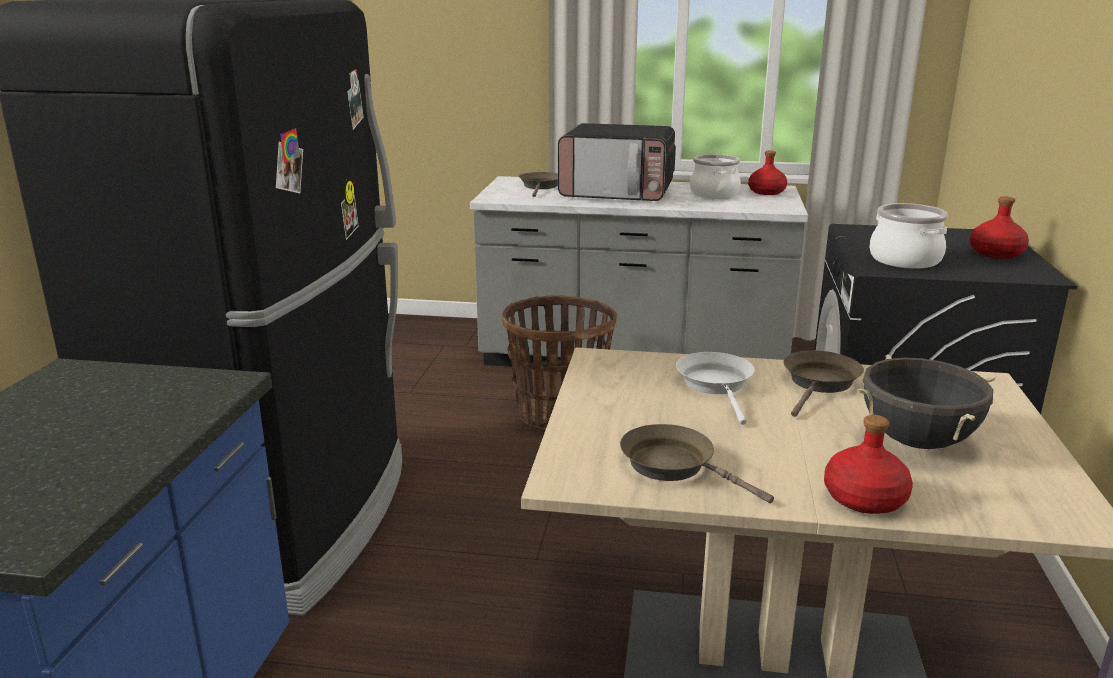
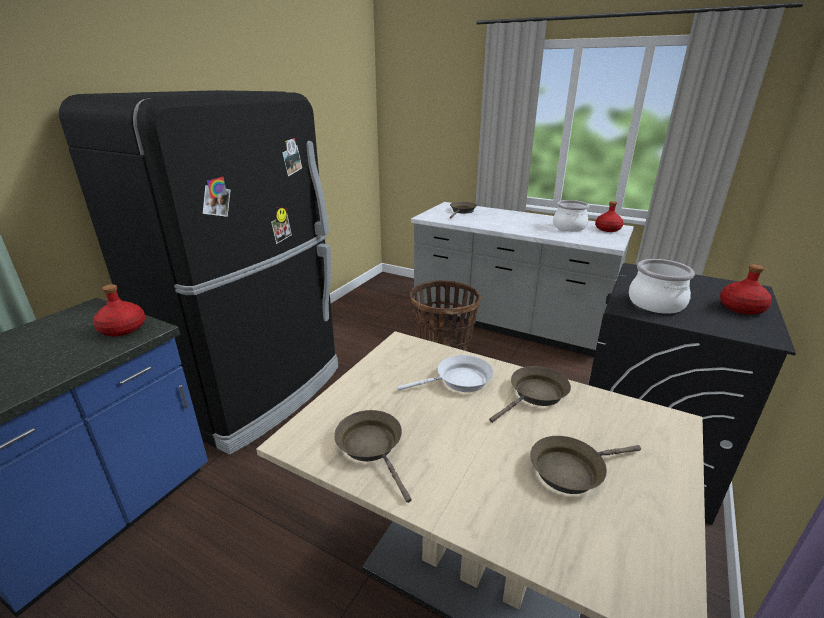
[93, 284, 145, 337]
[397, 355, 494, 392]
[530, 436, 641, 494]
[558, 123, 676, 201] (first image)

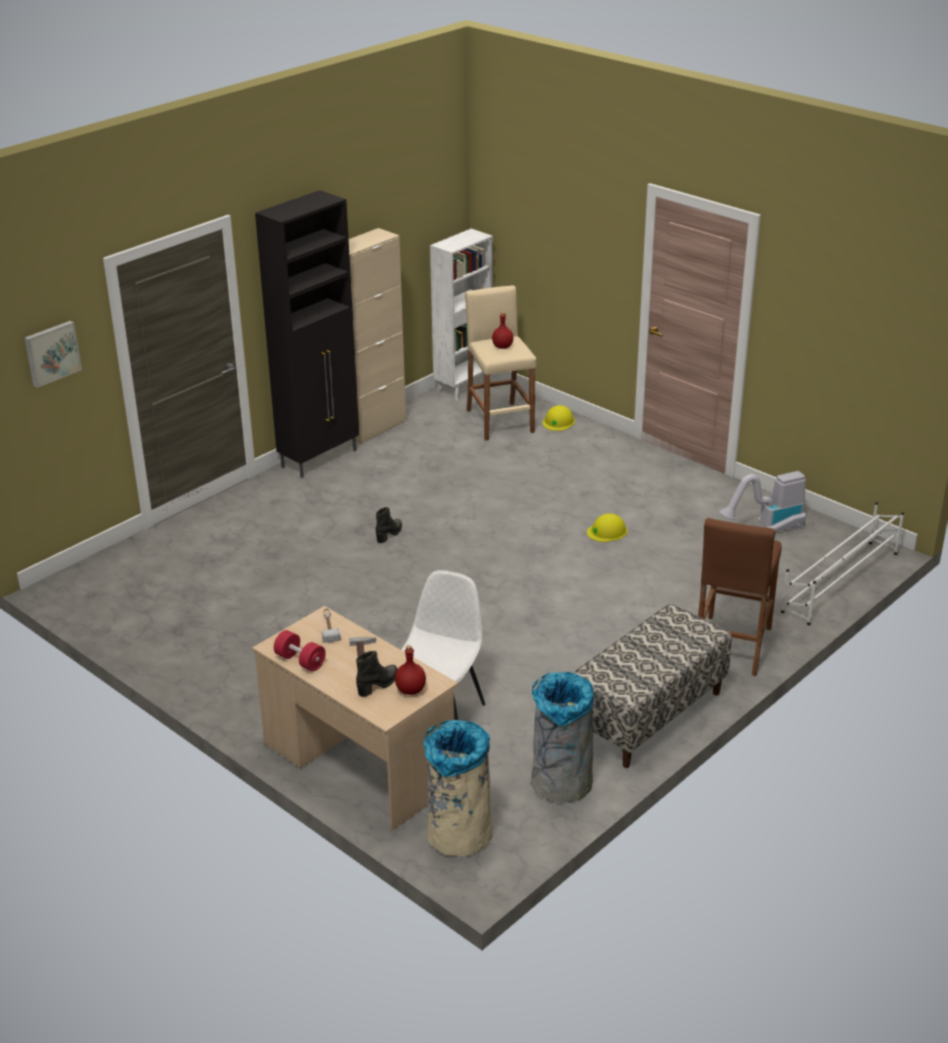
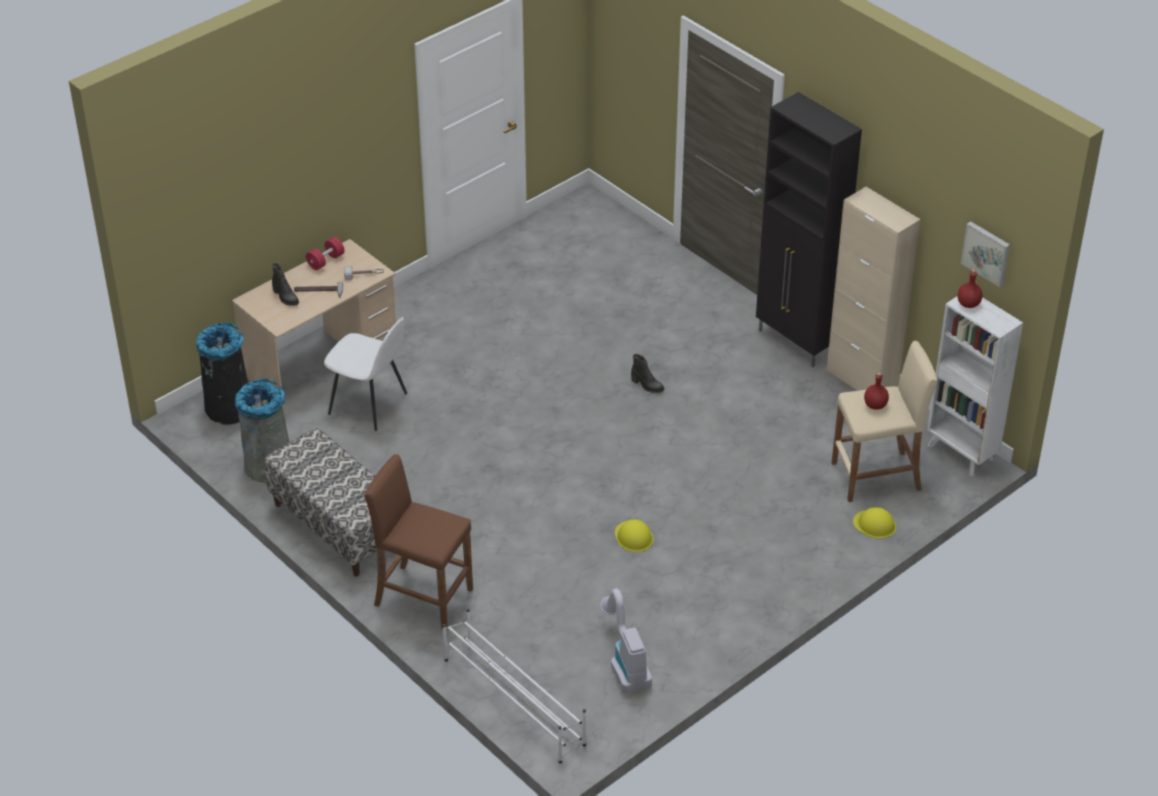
[196, 323, 248, 425]
[958, 269, 983, 308]
[961, 221, 1010, 287]

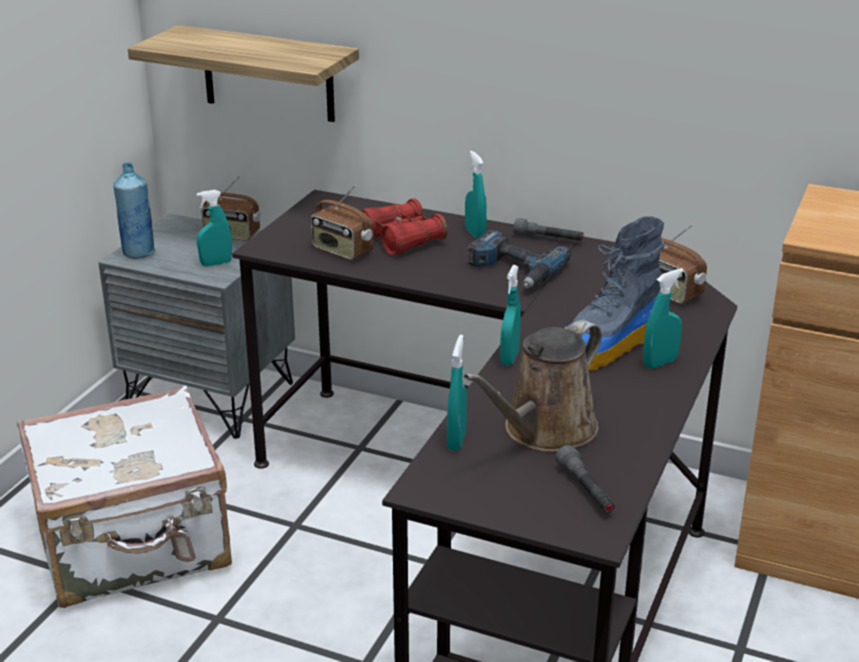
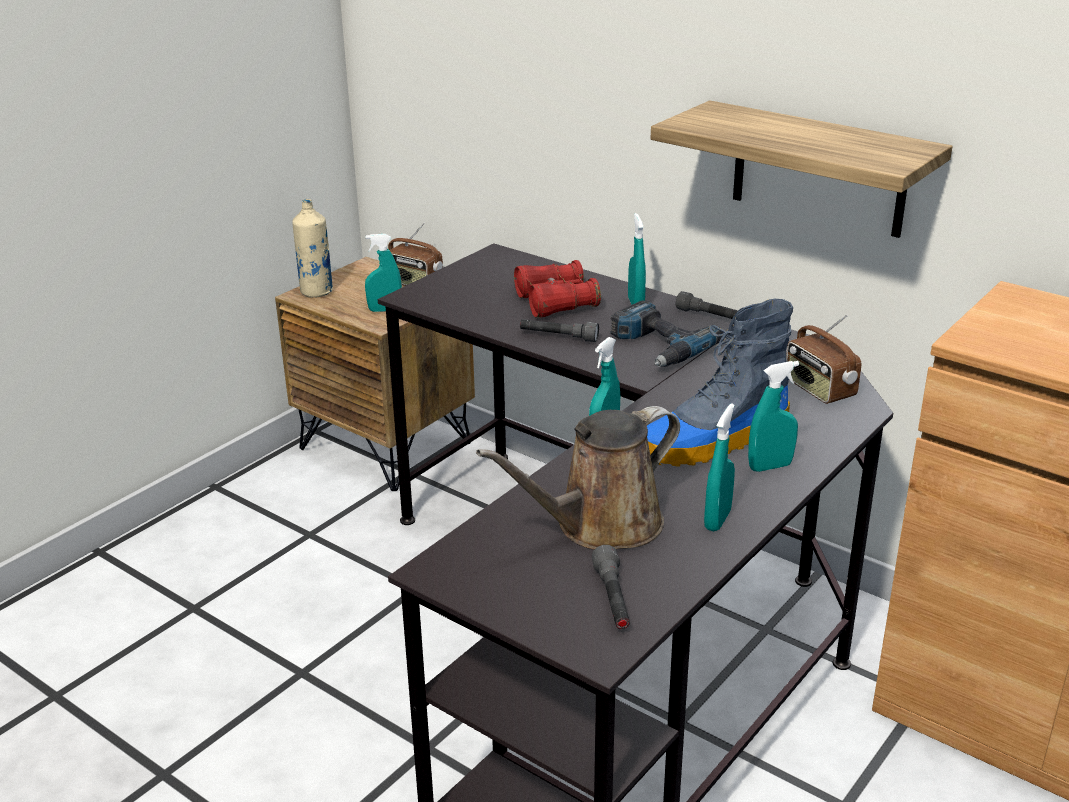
[275, 257, 475, 491]
[292, 199, 333, 298]
[520, 319, 599, 342]
[651, 101, 953, 238]
[704, 403, 735, 531]
[17, 386, 232, 608] (first image)
[311, 185, 374, 260] (first image)

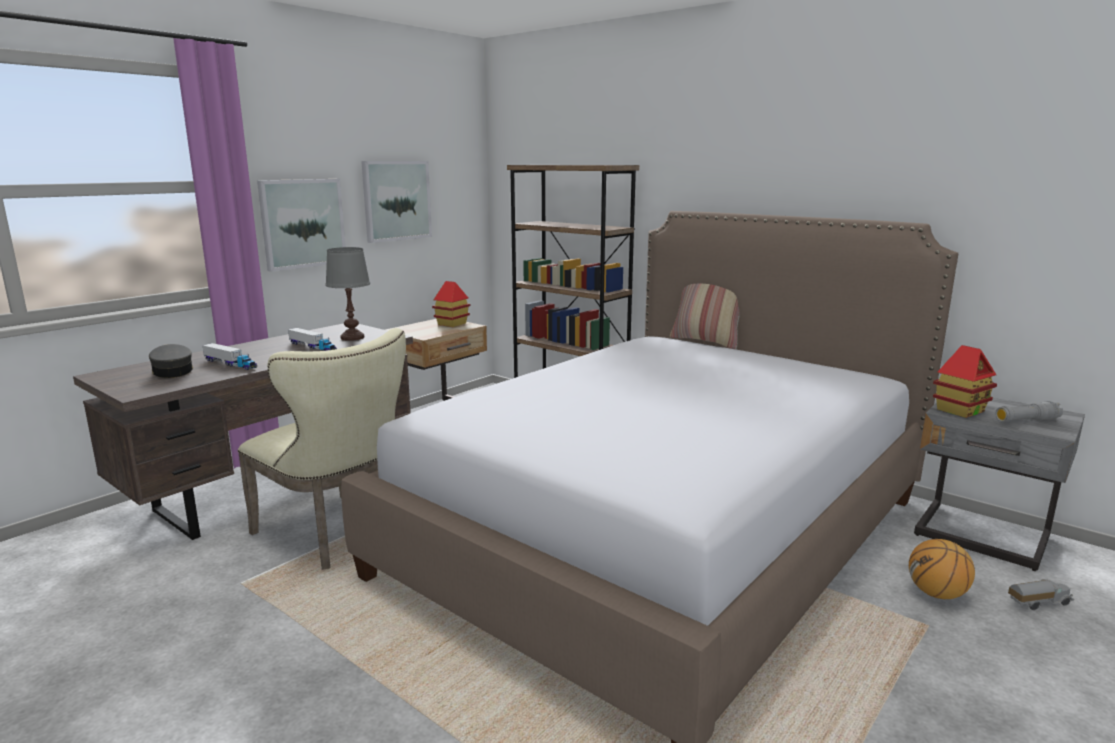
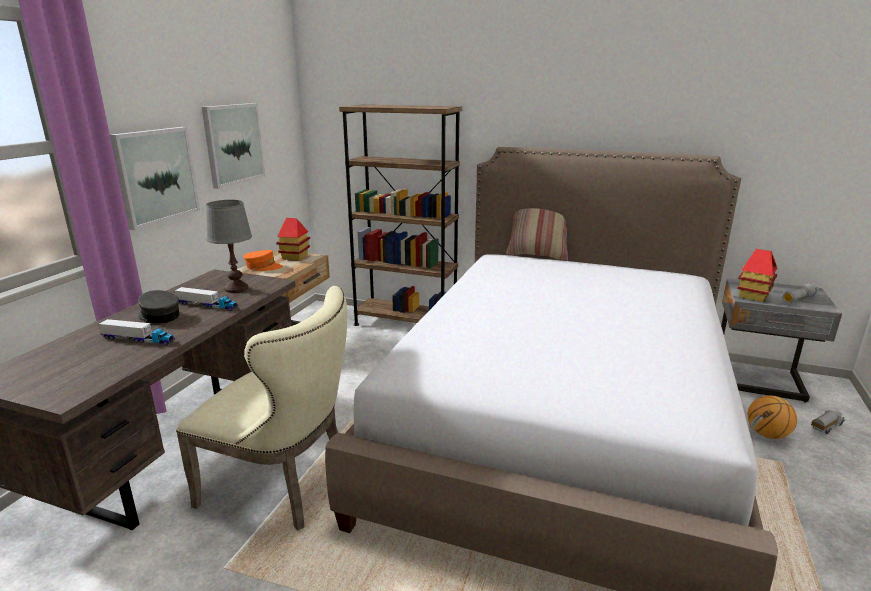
[138, 290, 179, 324]
[243, 250, 283, 271]

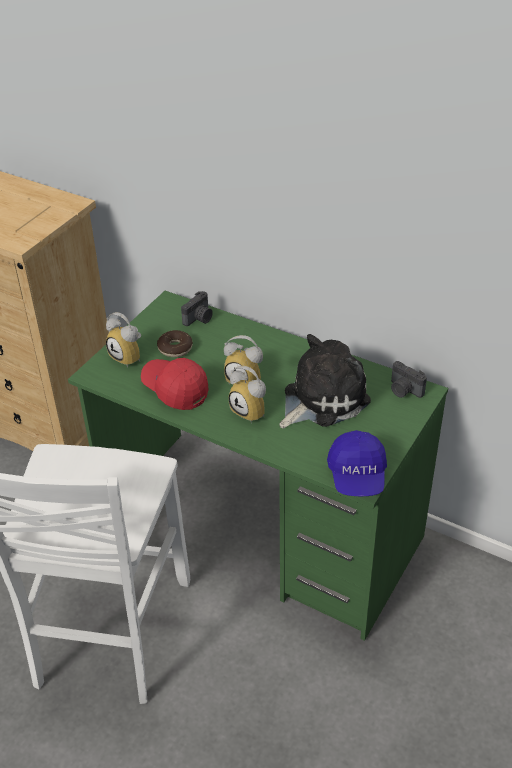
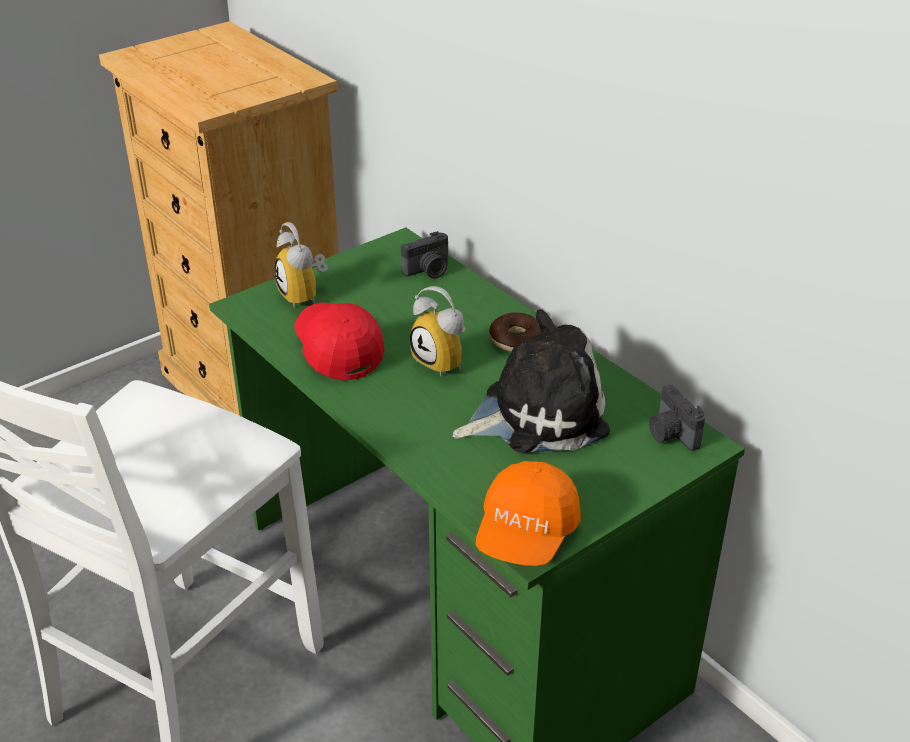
[476, 461, 581, 566]
[489, 312, 542, 352]
[228, 366, 266, 423] (first image)

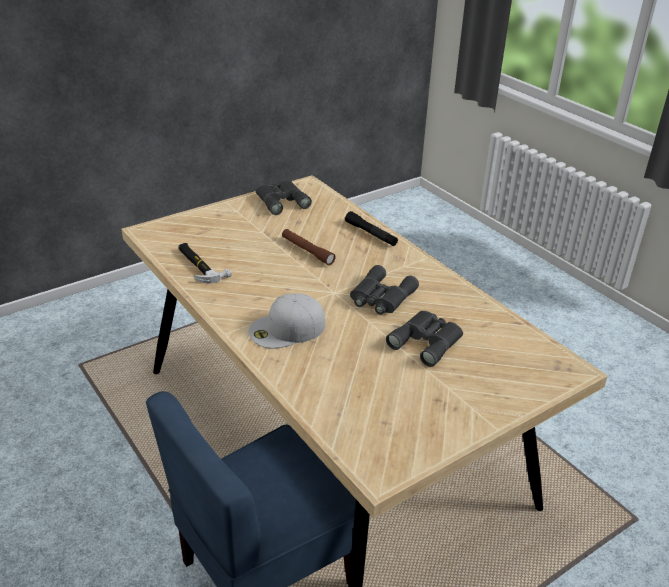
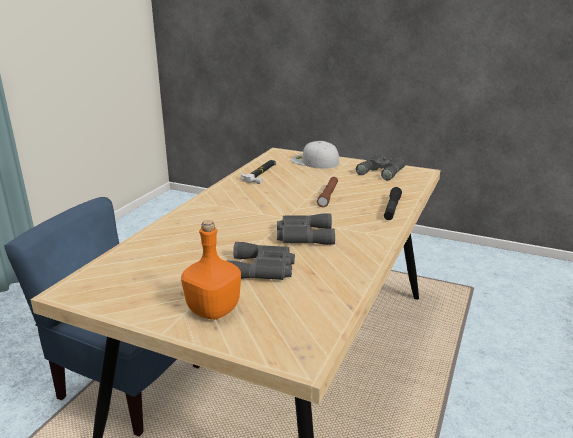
[181, 220, 241, 320]
[291, 141, 339, 169]

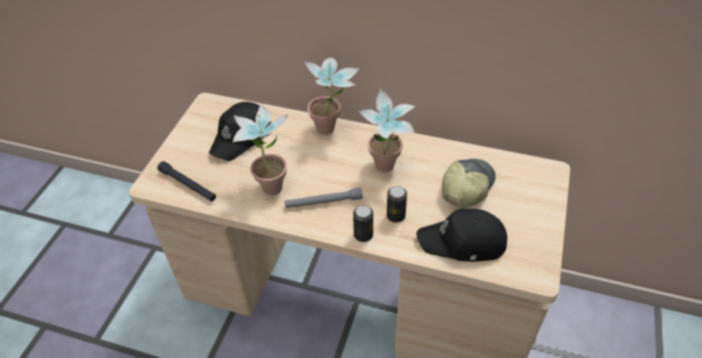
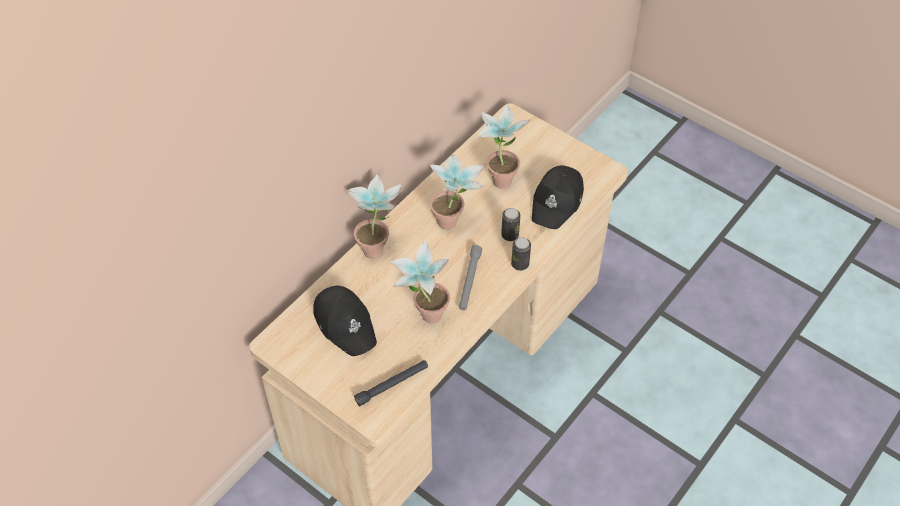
[478, 105, 531, 189]

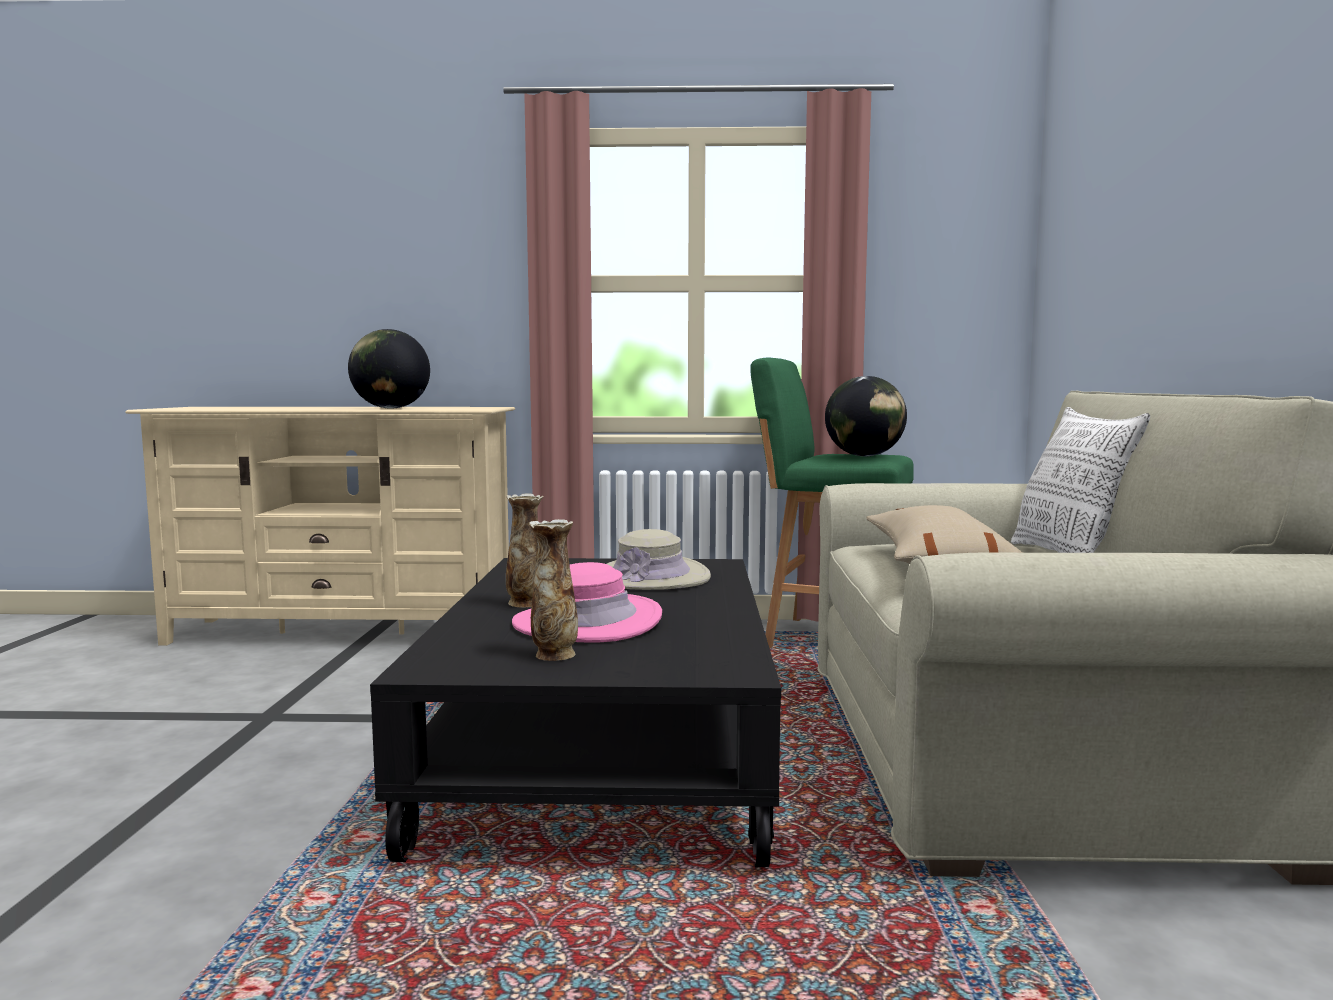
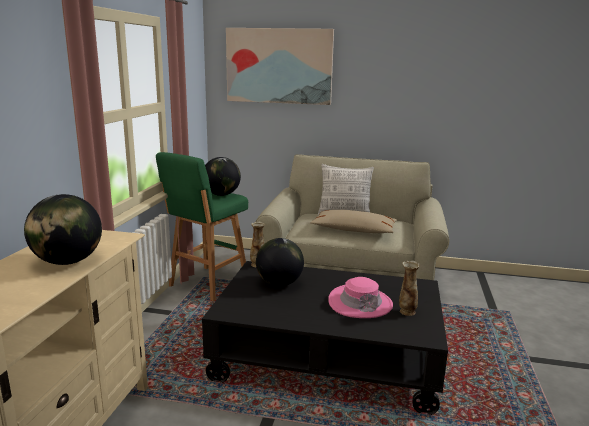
[226, 28, 334, 105]
[250, 222, 265, 267]
[256, 238, 304, 286]

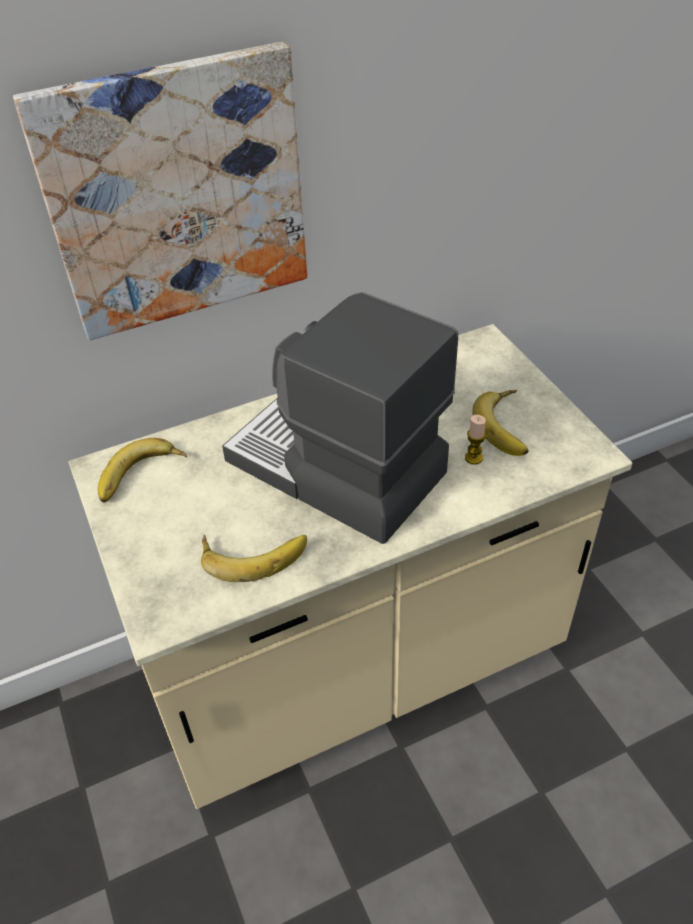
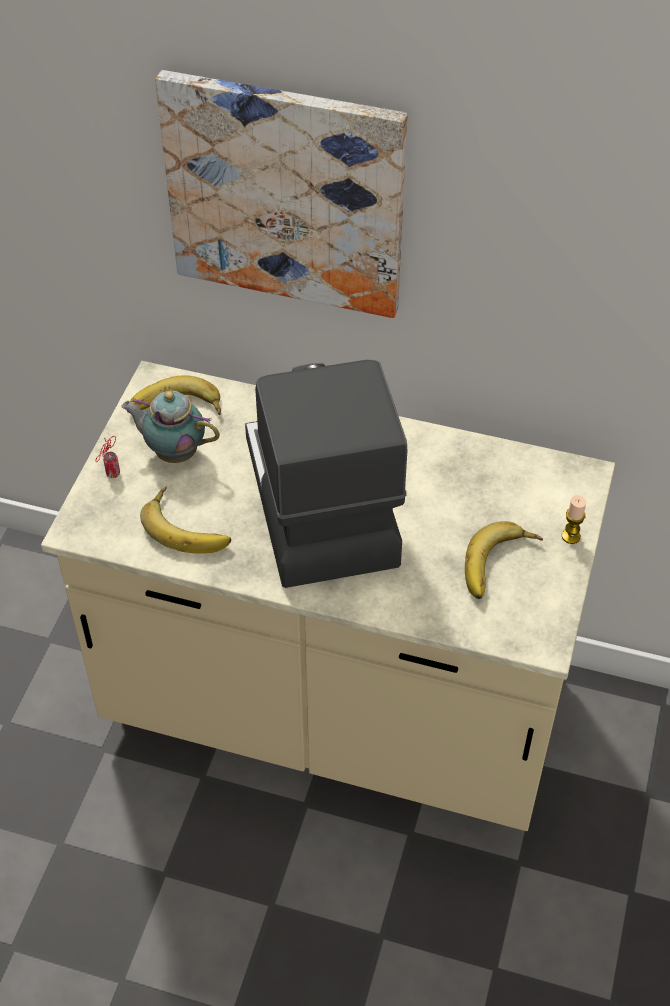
[95, 436, 120, 478]
[121, 391, 220, 463]
[562, 495, 586, 544]

